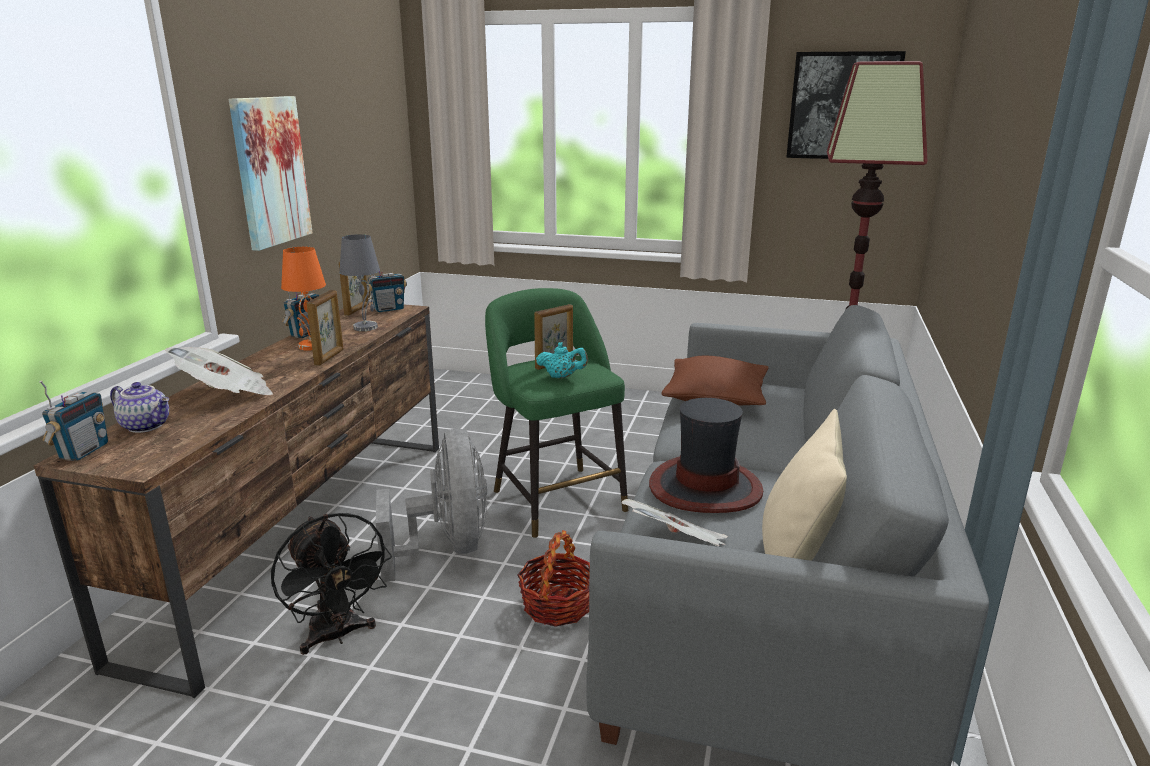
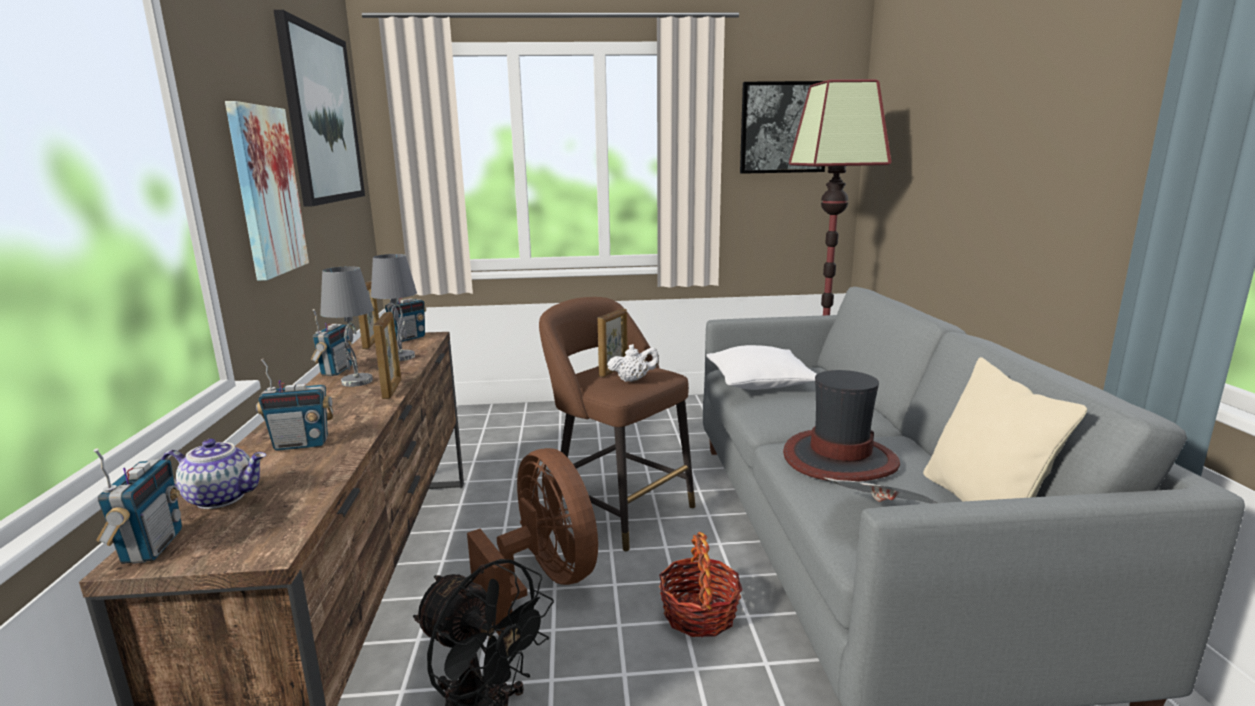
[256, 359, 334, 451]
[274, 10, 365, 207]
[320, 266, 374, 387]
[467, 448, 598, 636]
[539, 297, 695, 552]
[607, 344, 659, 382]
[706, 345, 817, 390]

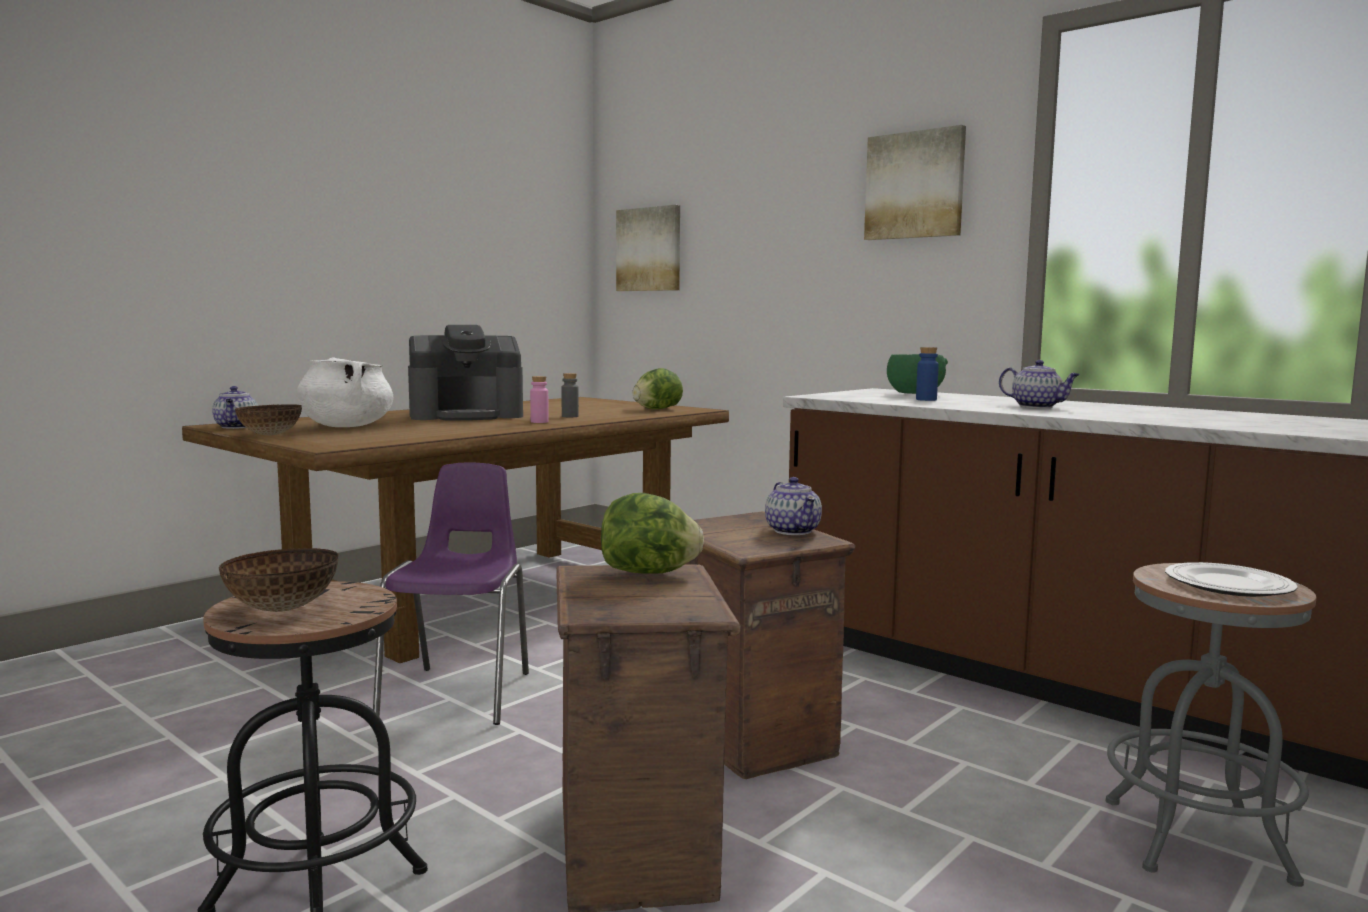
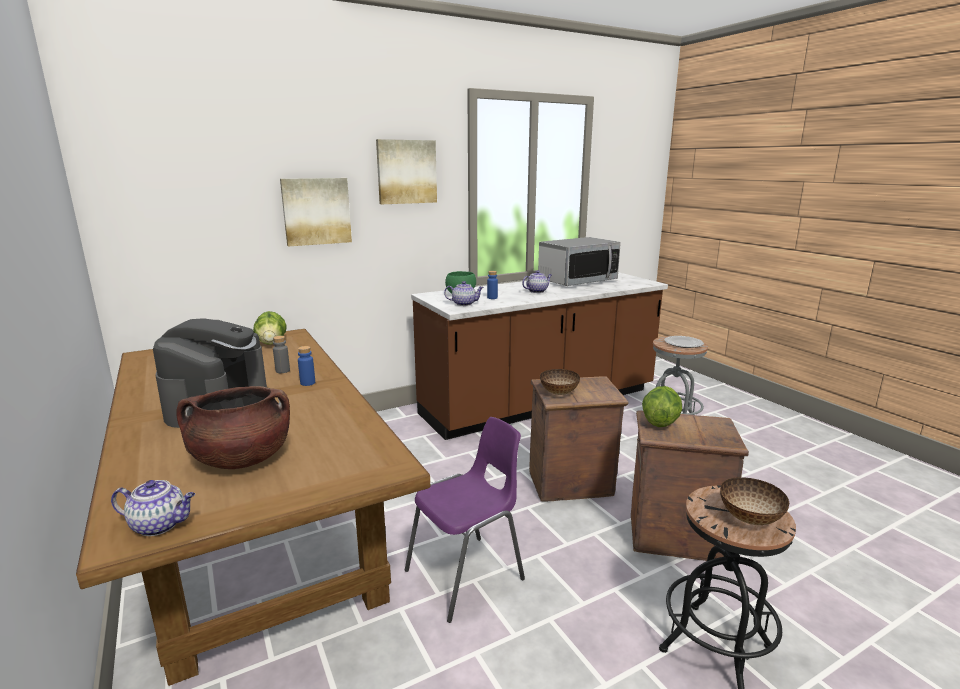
[176, 386, 290, 469]
[280, 178, 352, 247]
[298, 346, 315, 386]
[405, 417, 525, 623]
[444, 281, 484, 306]
[538, 237, 621, 286]
[540, 369, 580, 395]

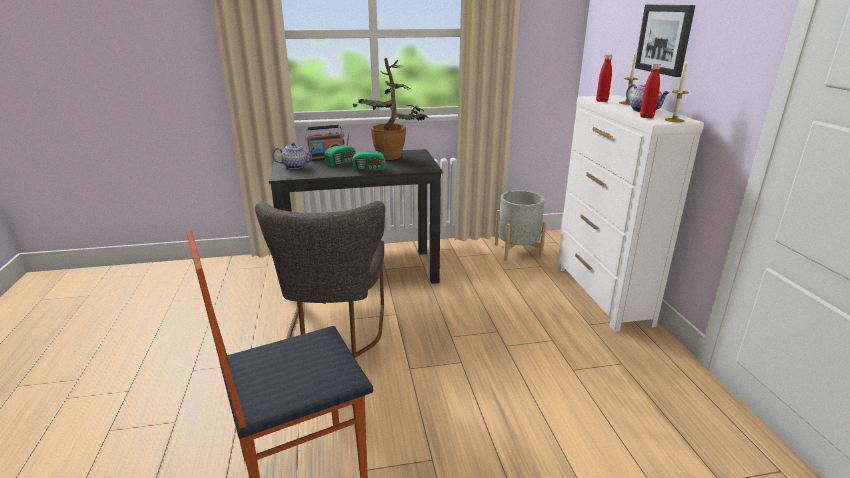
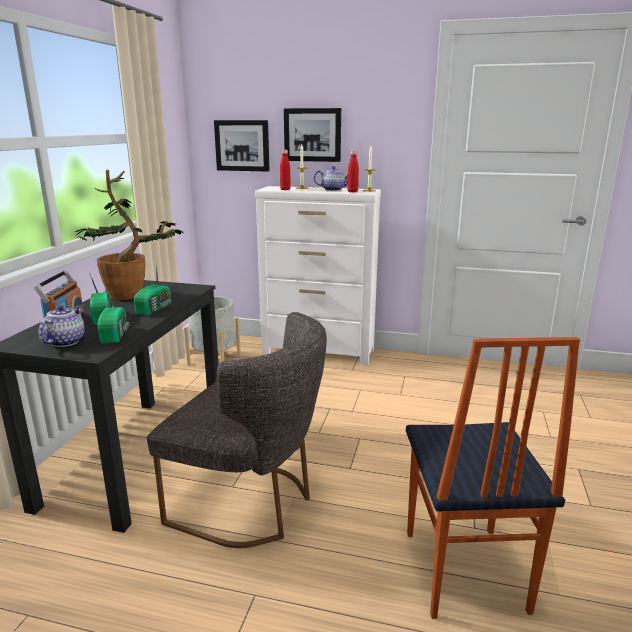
[97, 284, 129, 344]
[214, 120, 270, 172]

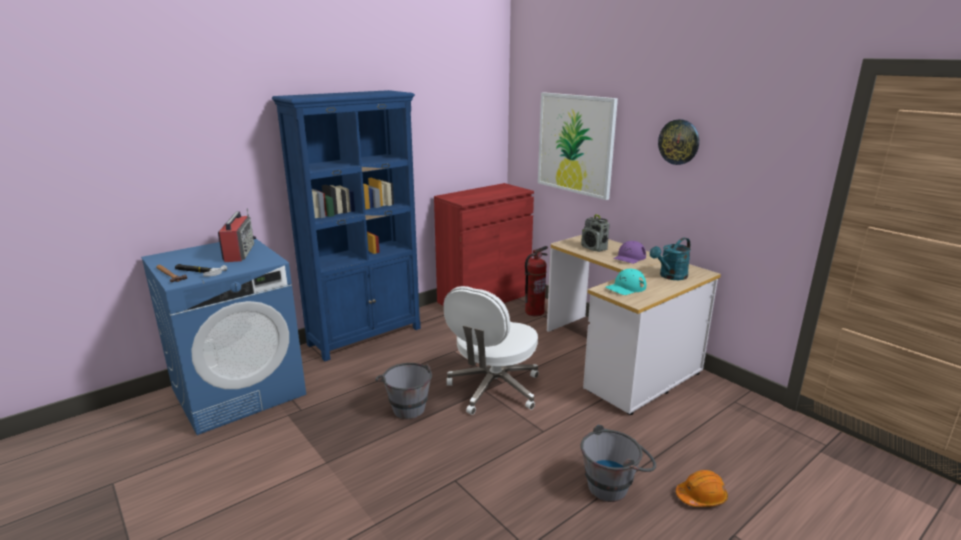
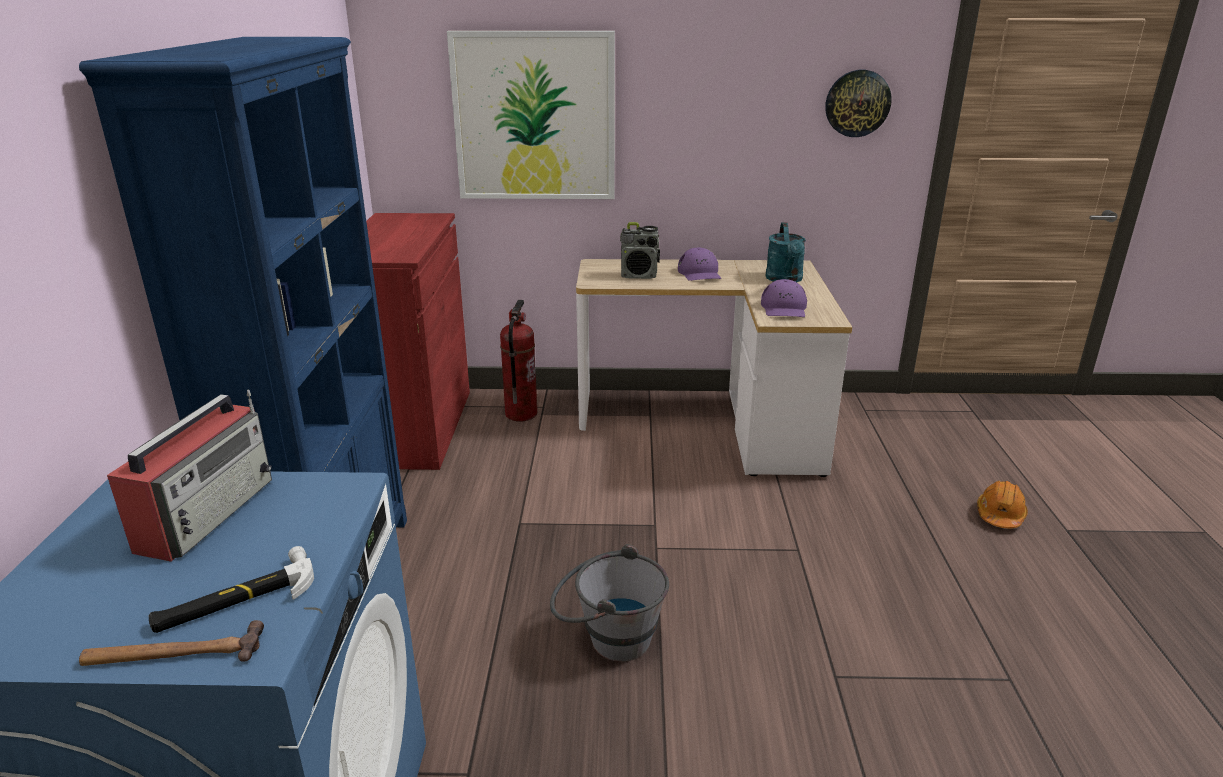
[107, 389, 272, 562]
[761, 279, 807, 317]
[825, 70, 892, 137]
[444, 286, 539, 415] (first image)
[580, 425, 656, 502] (first image)

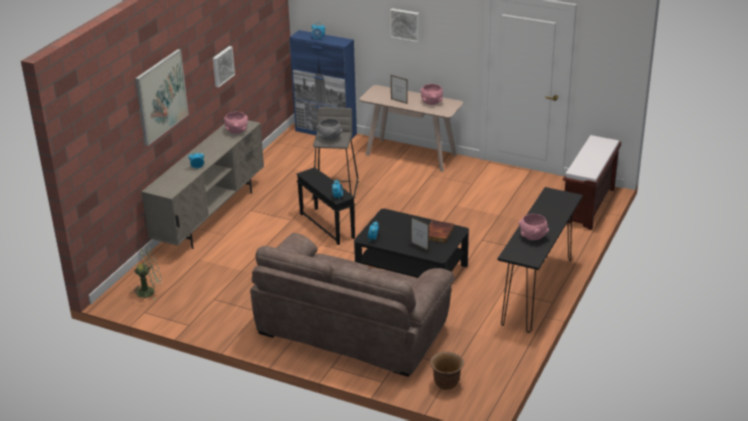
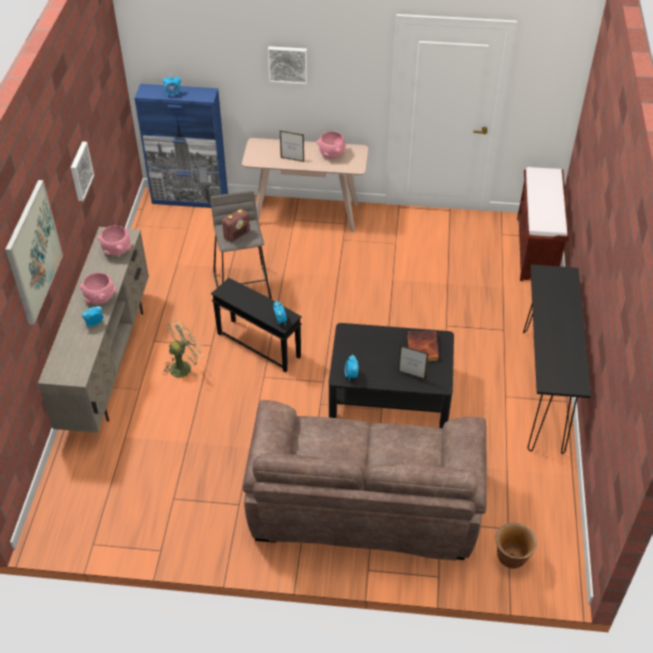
[80, 273, 116, 305]
[163, 321, 204, 377]
[222, 209, 250, 242]

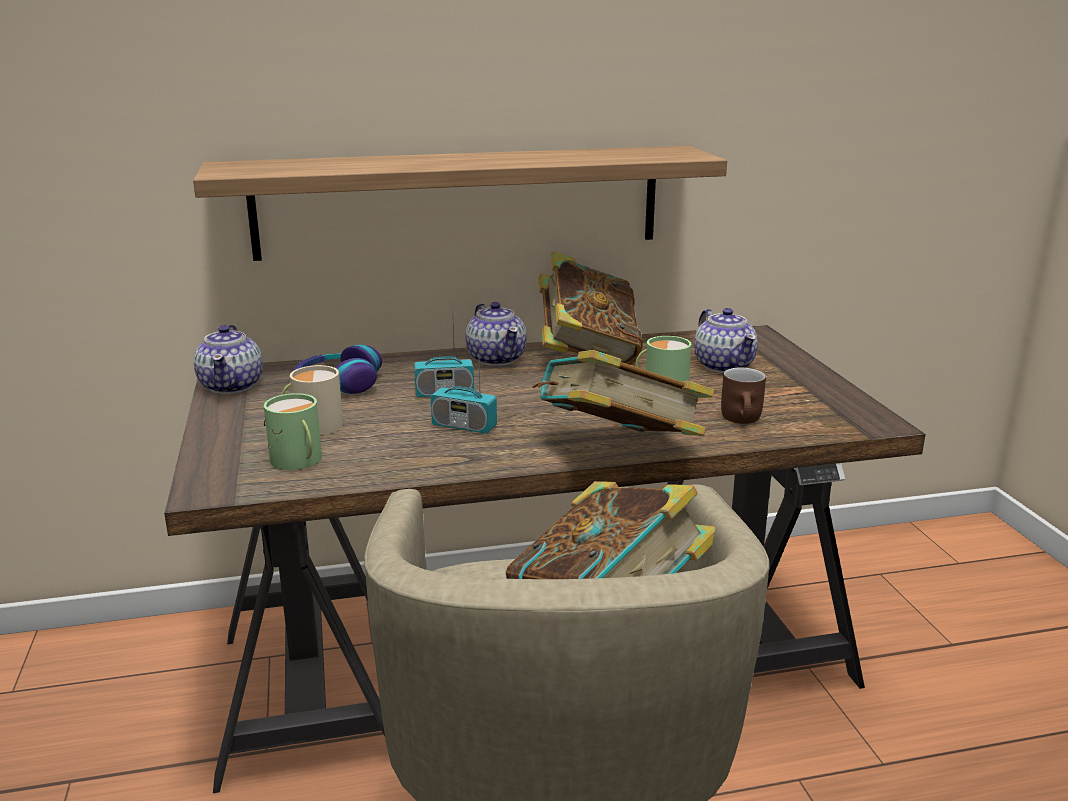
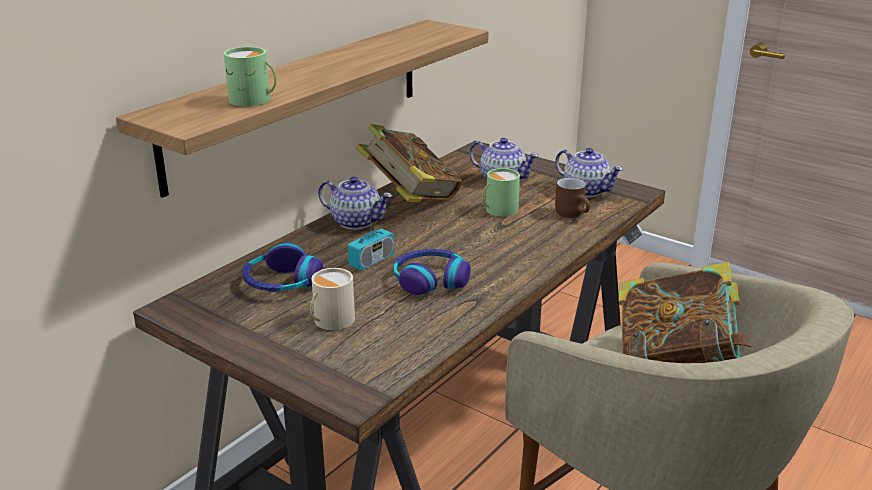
[224, 47, 277, 106]
[394, 249, 471, 295]
[555, 148, 623, 197]
[532, 350, 715, 436] (first image)

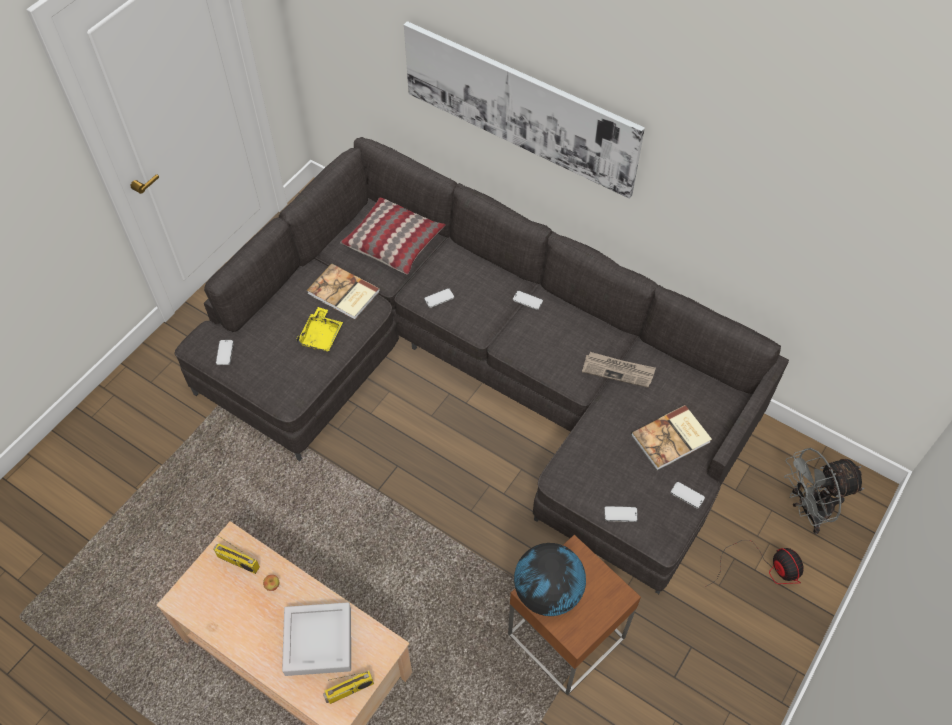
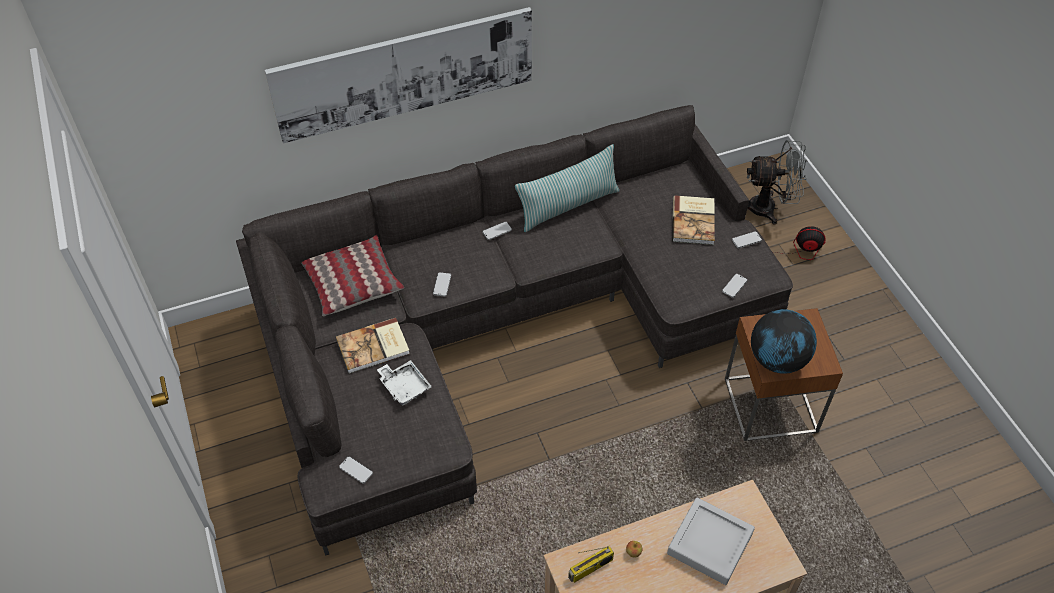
[377, 360, 432, 405]
[515, 144, 619, 232]
[747, 140, 808, 225]
[323, 670, 374, 704] (first image)
[582, 352, 656, 388] (first image)

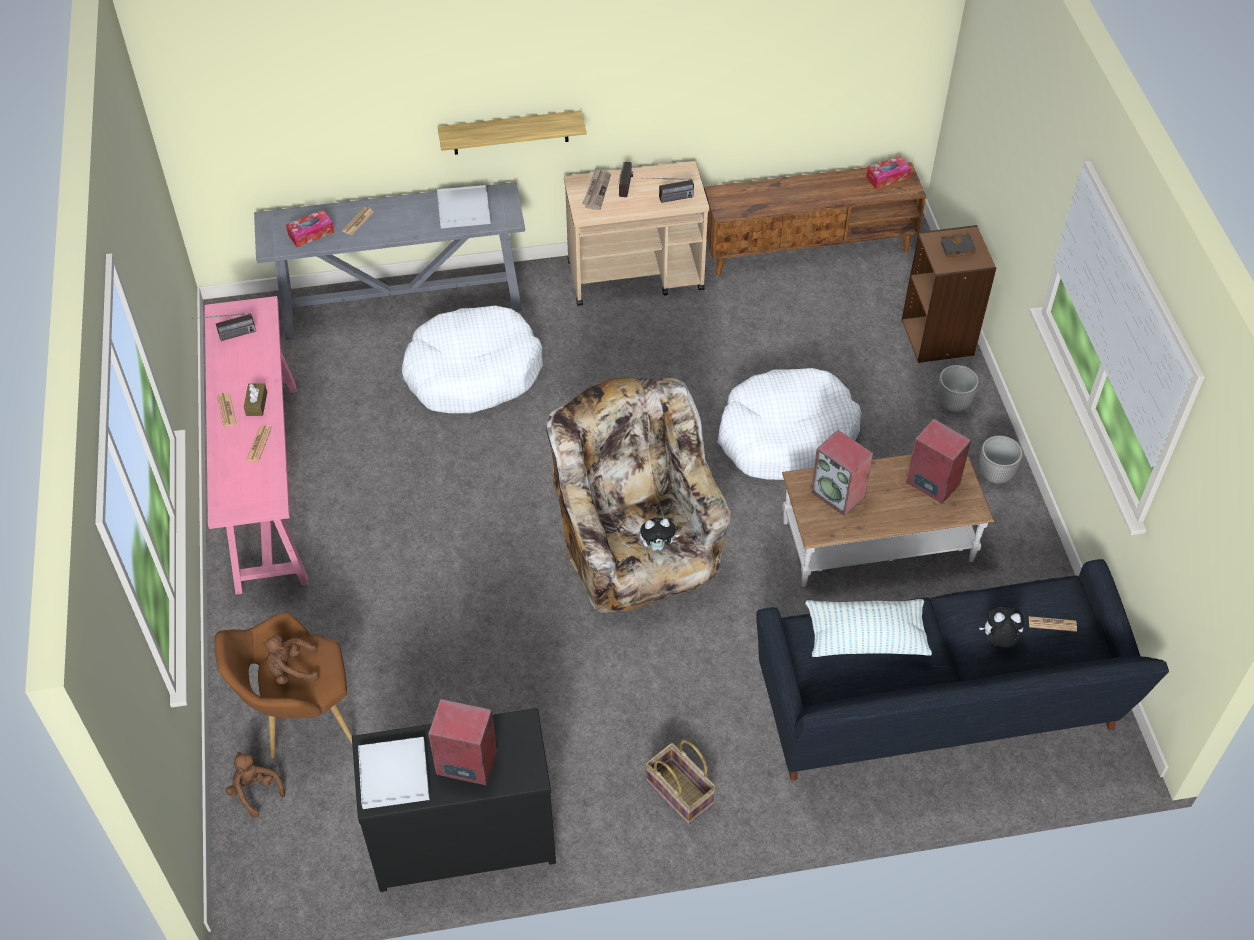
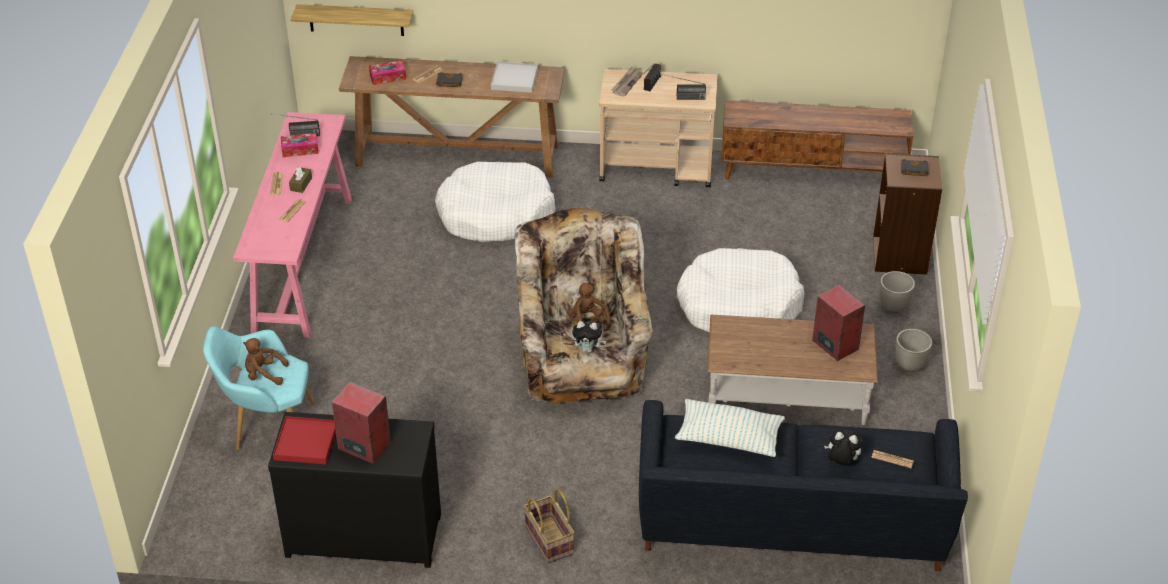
[203, 326, 314, 450]
[273, 416, 336, 464]
[281, 133, 319, 157]
[291, 4, 414, 36]
[339, 56, 564, 178]
[436, 72, 463, 87]
[567, 283, 611, 328]
[810, 430, 873, 516] (first image)

